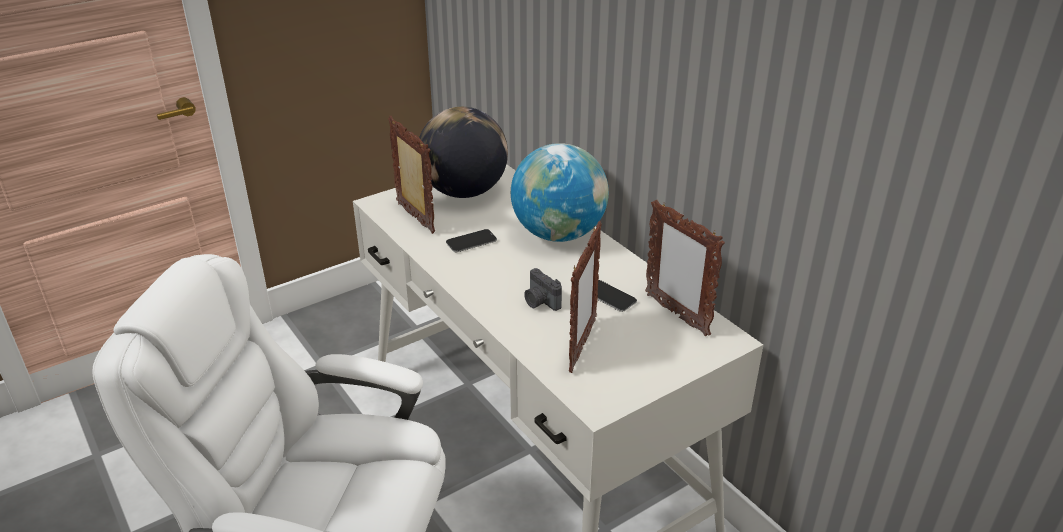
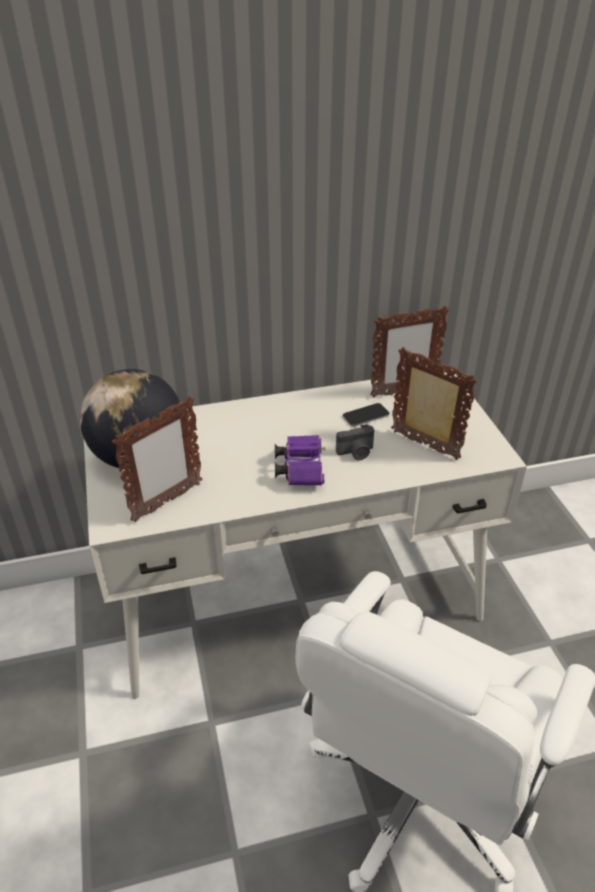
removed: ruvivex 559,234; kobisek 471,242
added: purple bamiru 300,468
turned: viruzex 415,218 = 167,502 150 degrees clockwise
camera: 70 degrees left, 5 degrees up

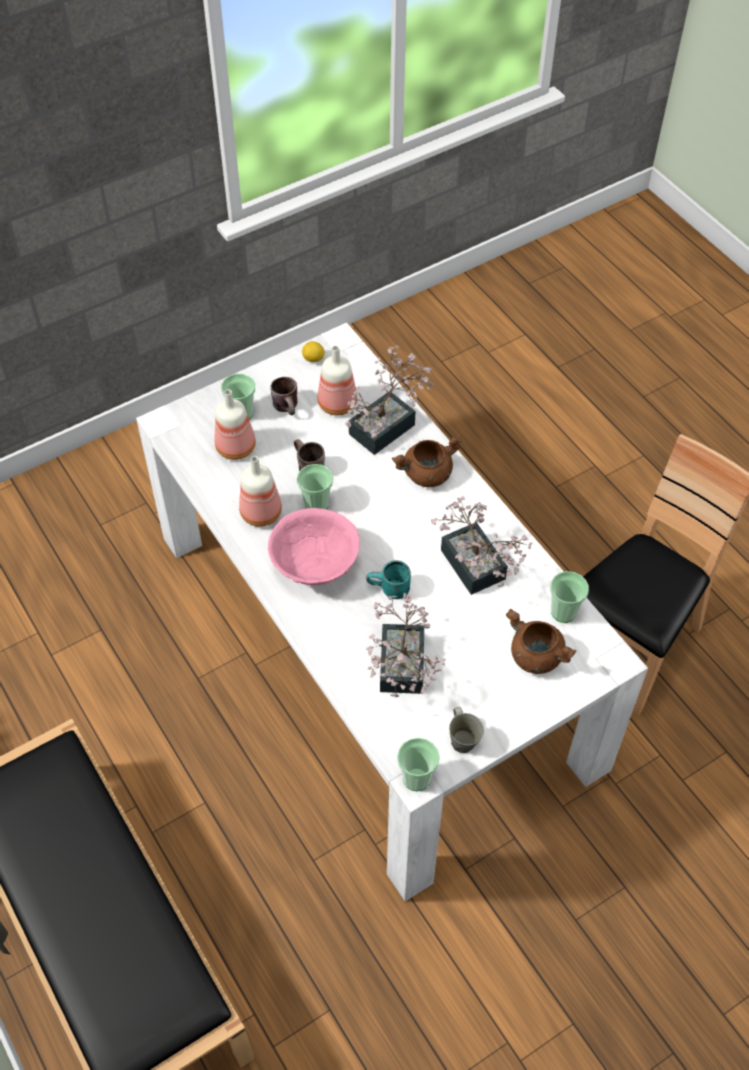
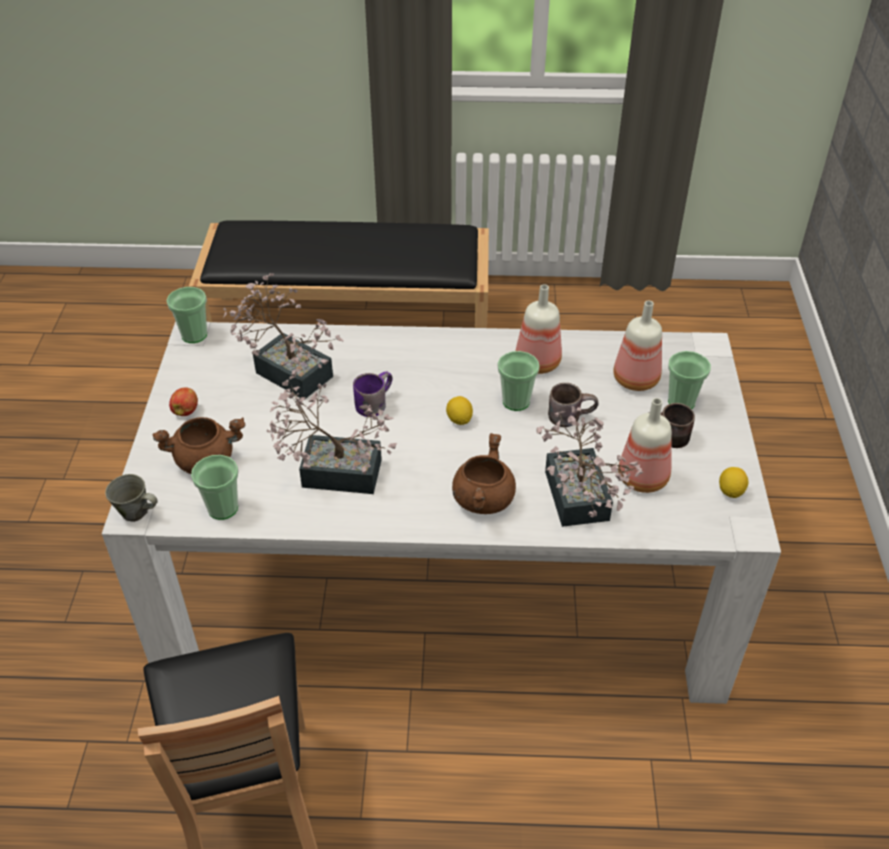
removed: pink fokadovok 315,567
added: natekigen 186,411; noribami 459,420
moved: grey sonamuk 463,740 to 136,512
recoloured: turquoise sonamuk 389,590 to purple sonamuk 372,402
camera: 125 degrees right, 10 degrees down

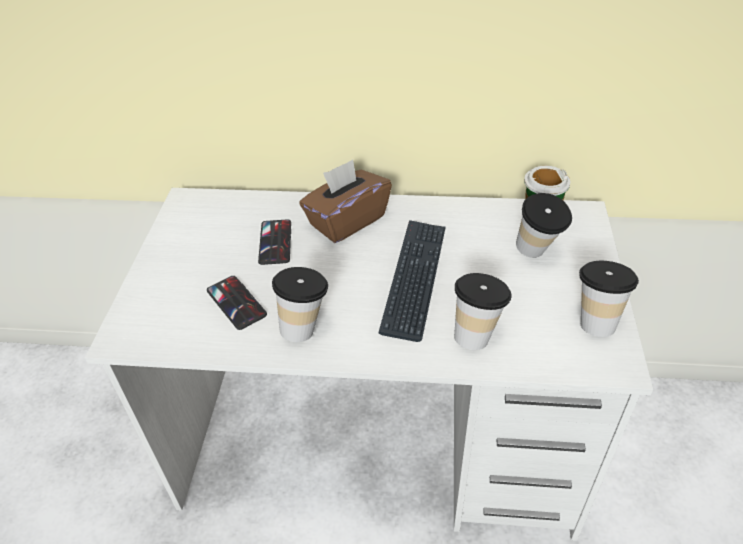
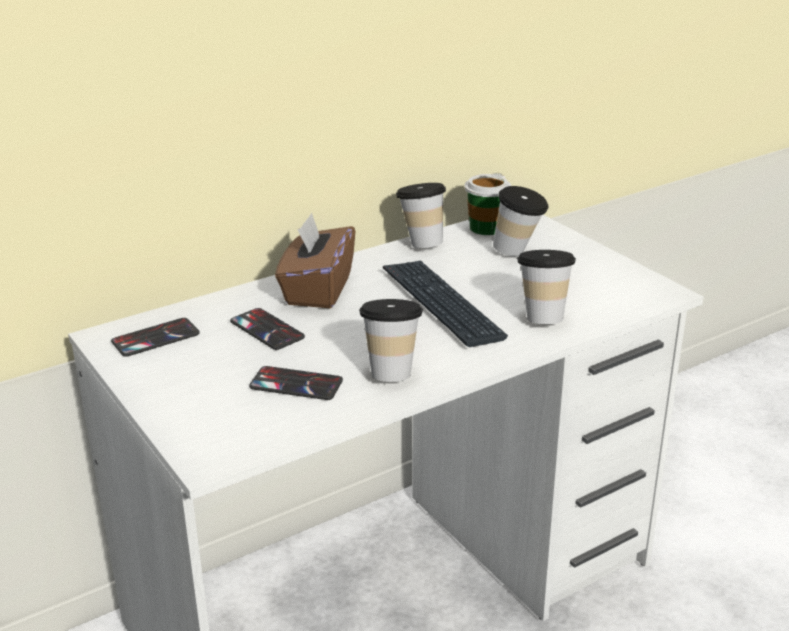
added: kobisek 155,338
moved: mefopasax 595,320 to 421,243
camera: 40 degrees left, 15 degrees down

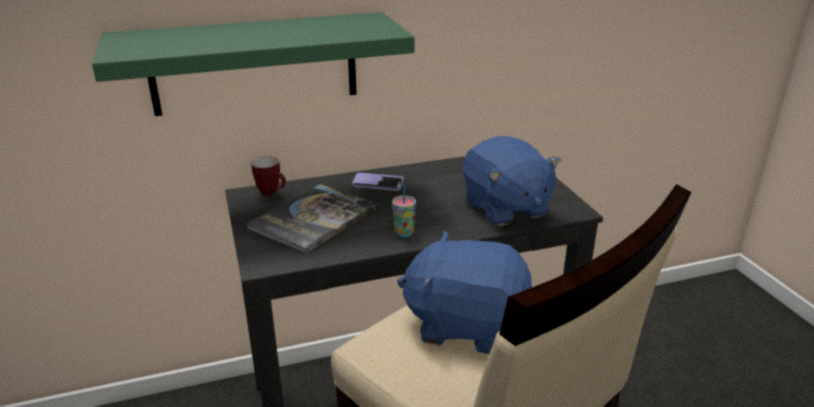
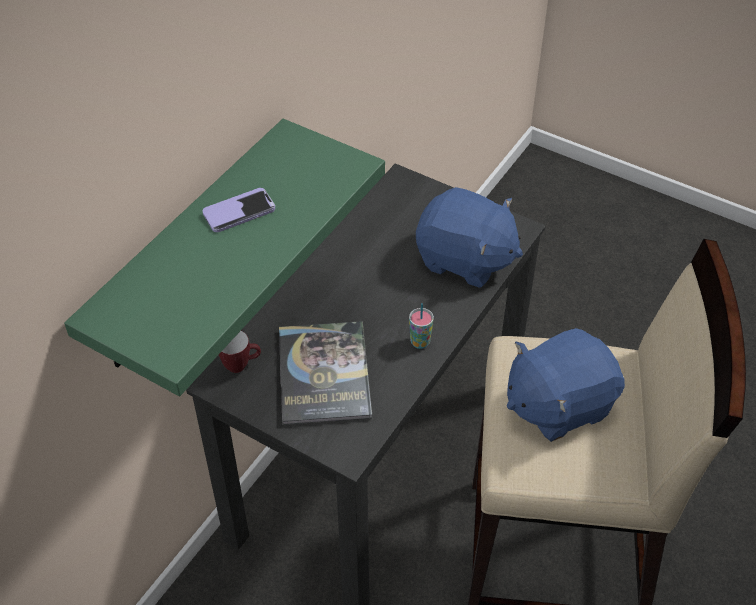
moved: kobisek 378,183 to 239,212
camera: 40 degrees left, 20 degrees up

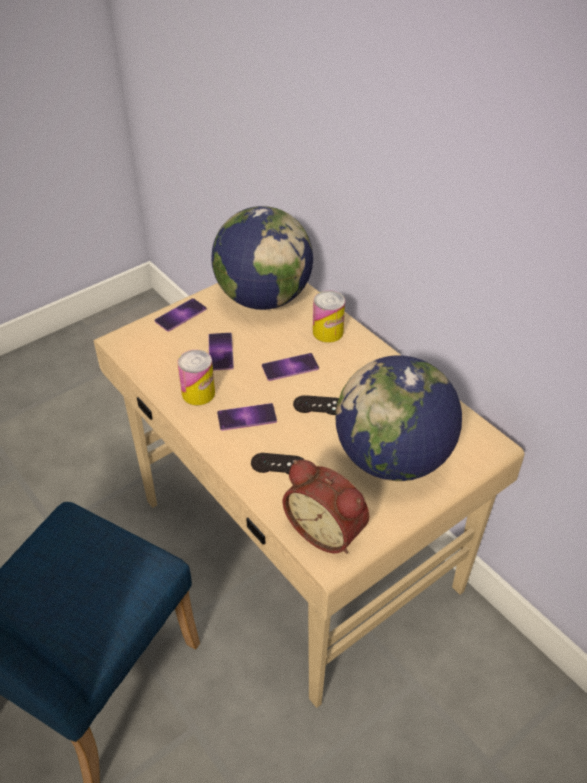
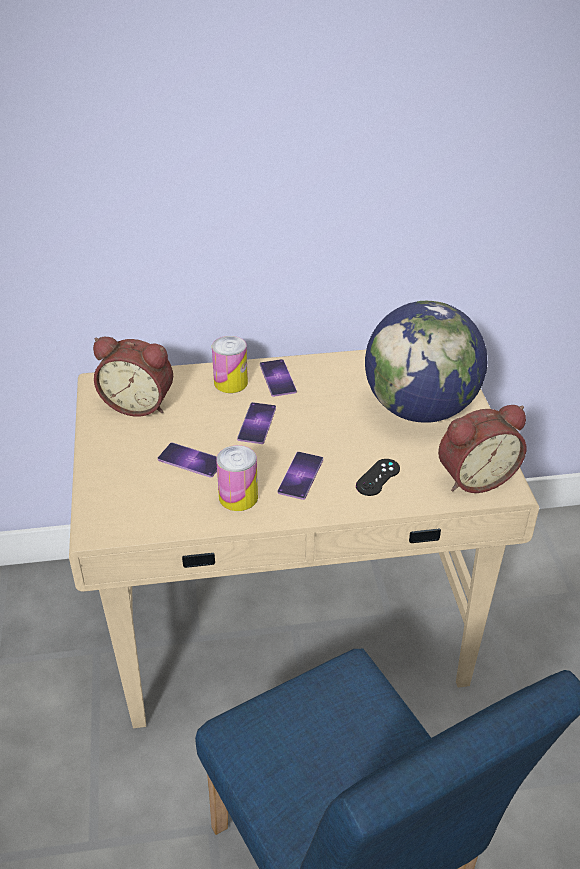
removed: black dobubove 319,405
moved: kobisek 180,315 to 277,378
replaced: ruvivex 263,298 to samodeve 139,403
camera: 60 degrees left, 5 degrees down

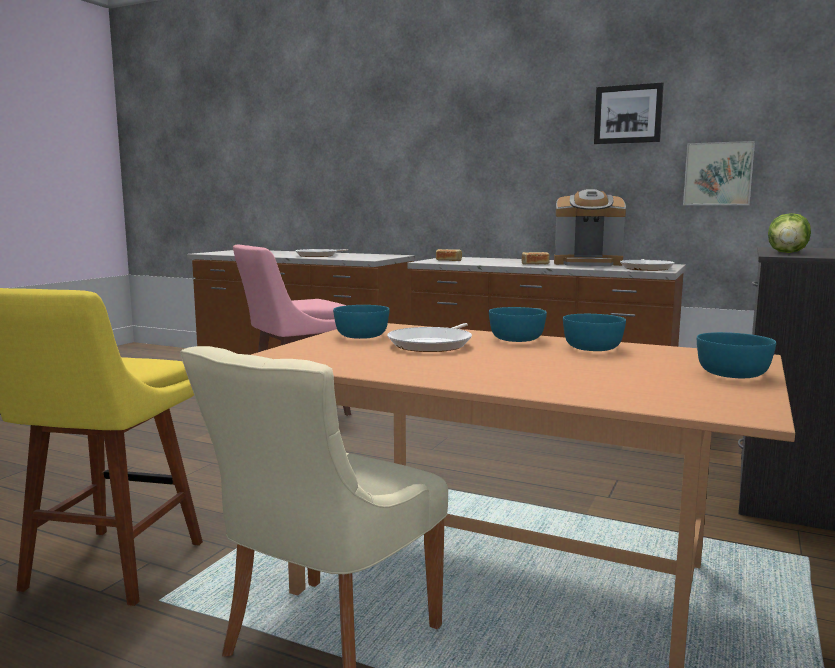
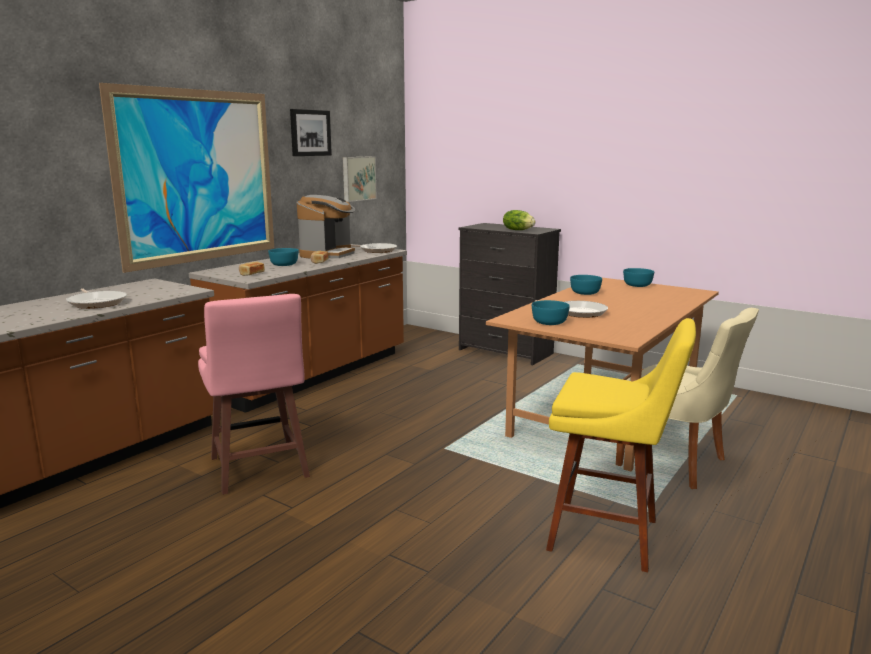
added: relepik 198,176
moved: turquoise fokadovok 516,339 to 283,264
camera: 80 degrees left, 5 degrees up

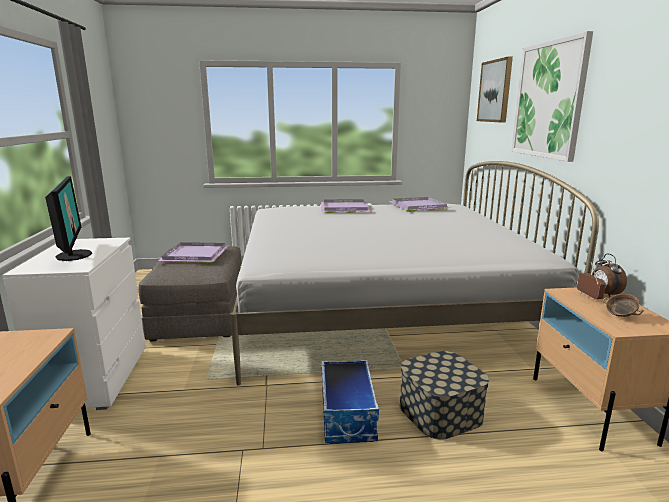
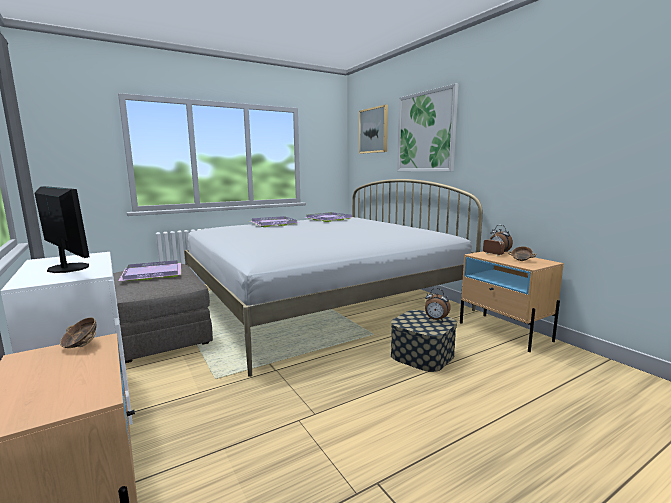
removed: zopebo 348,415
added: samodeve 436,319; fokadovok 80,346
camera: 25 degrees left, 5 degrees down

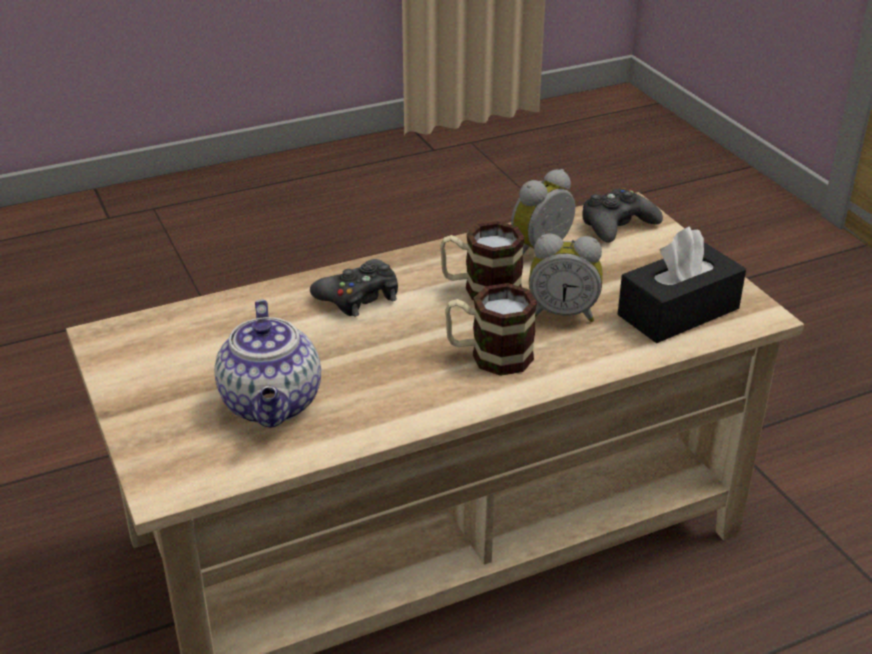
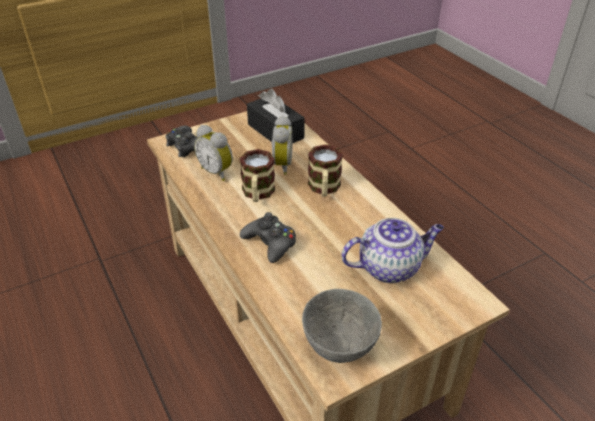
added: grey fokadovok 340,347
camera: 95 degrees left, 5 degrees up

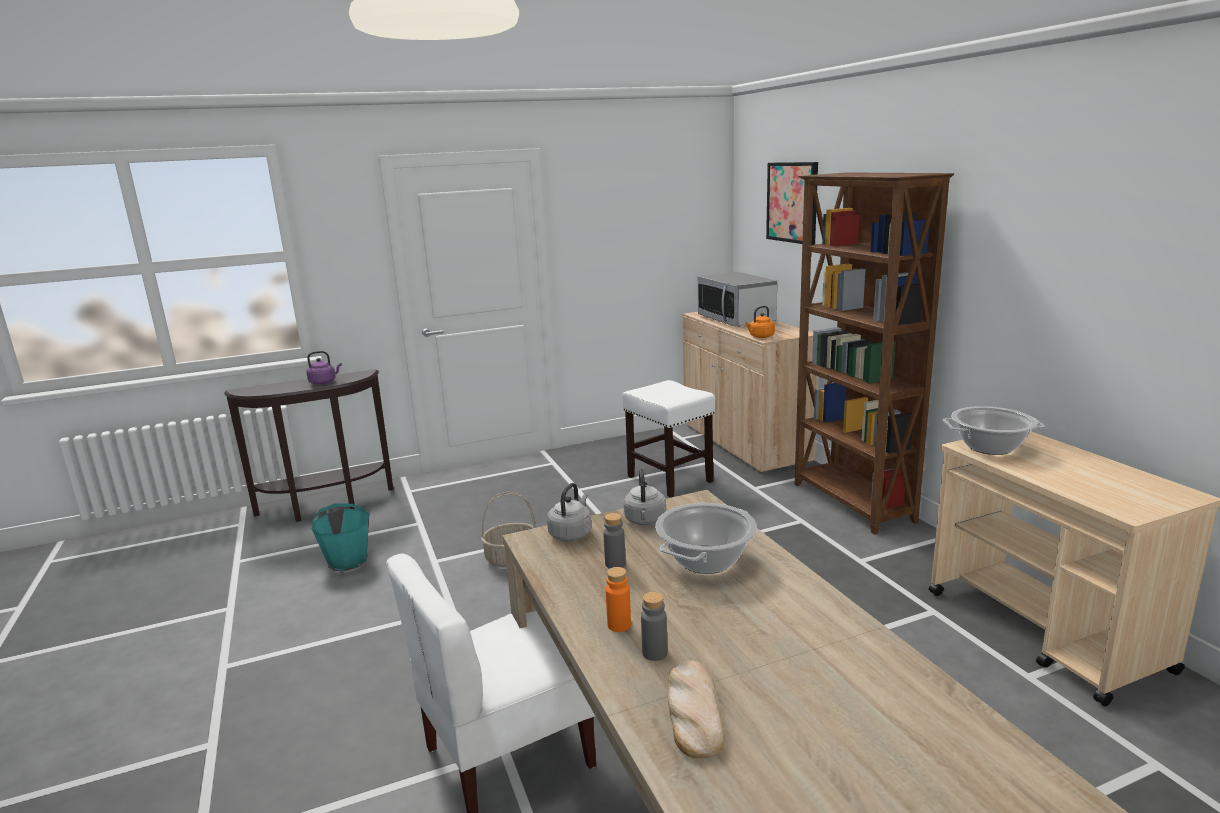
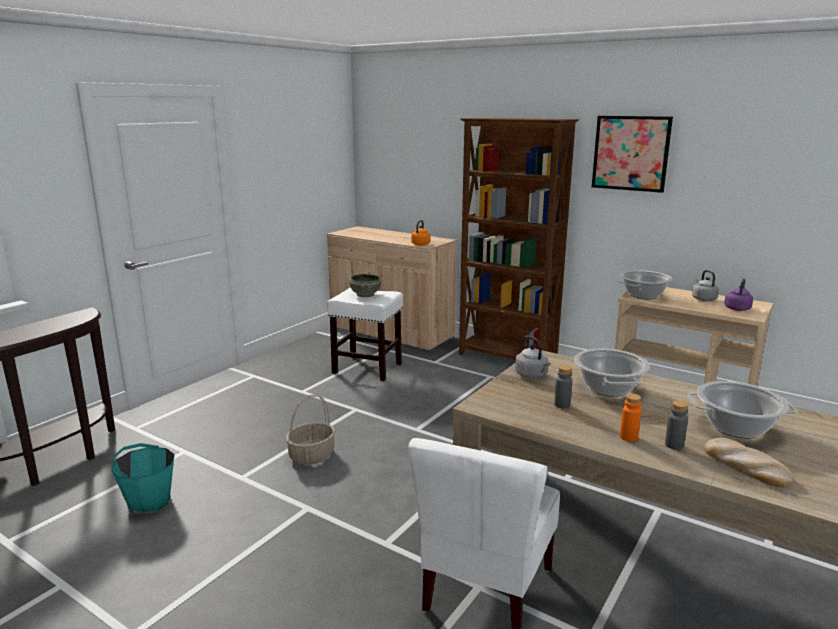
removed: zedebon 736,320
added: grey fokadovok 365,294; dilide 736,428
moved: relepik 793,202 to 631,153; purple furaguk 324,382 to 737,308; grey furaguk 571,533 to 703,299
camera: 35 degrees left, 0 degrees up

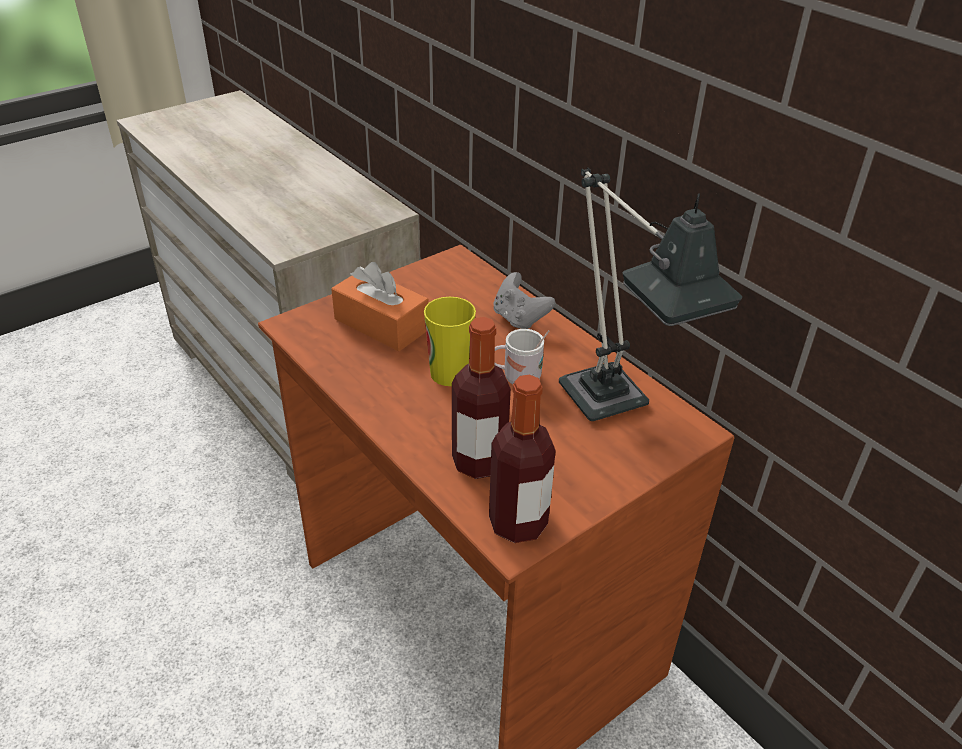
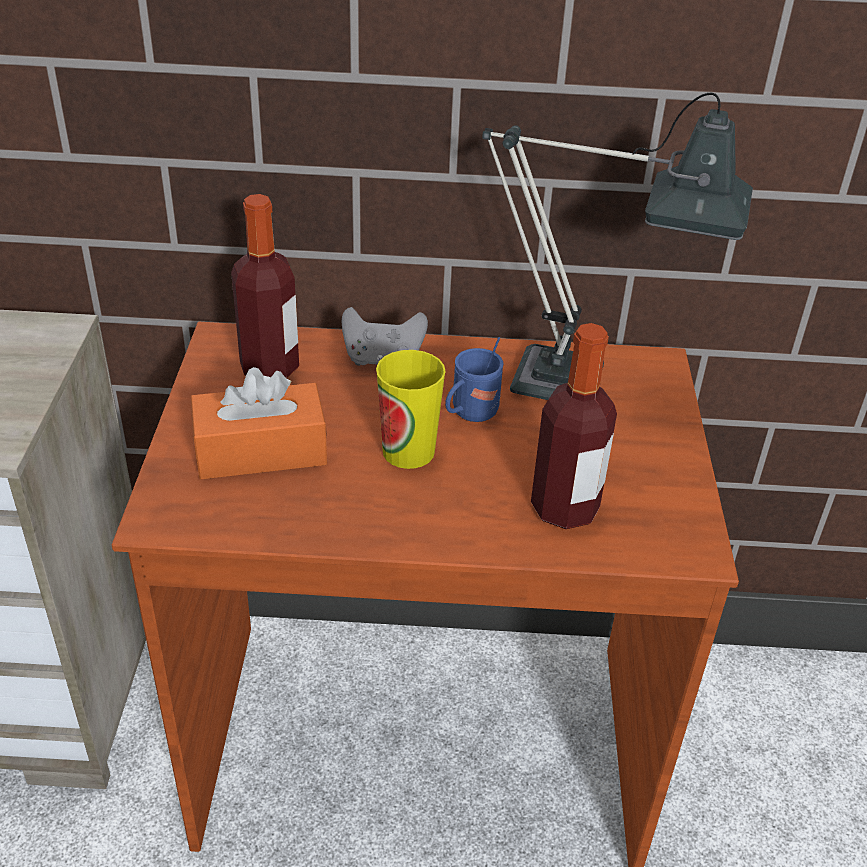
moved: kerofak 518,523 to 269,368
recoloured: white sonamuk 516,378 to blue sonamuk 470,415
camera: 50 degrees left, 0 degrees up

